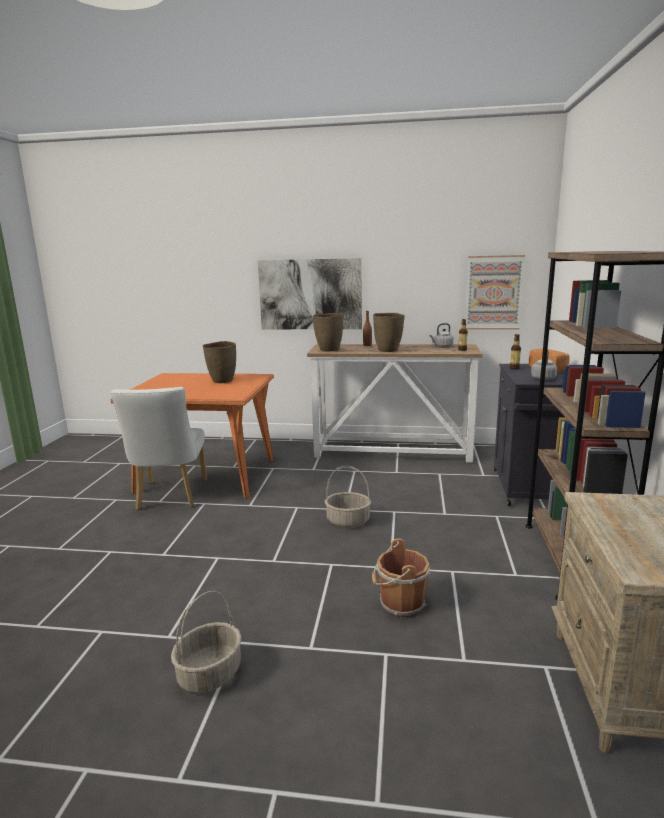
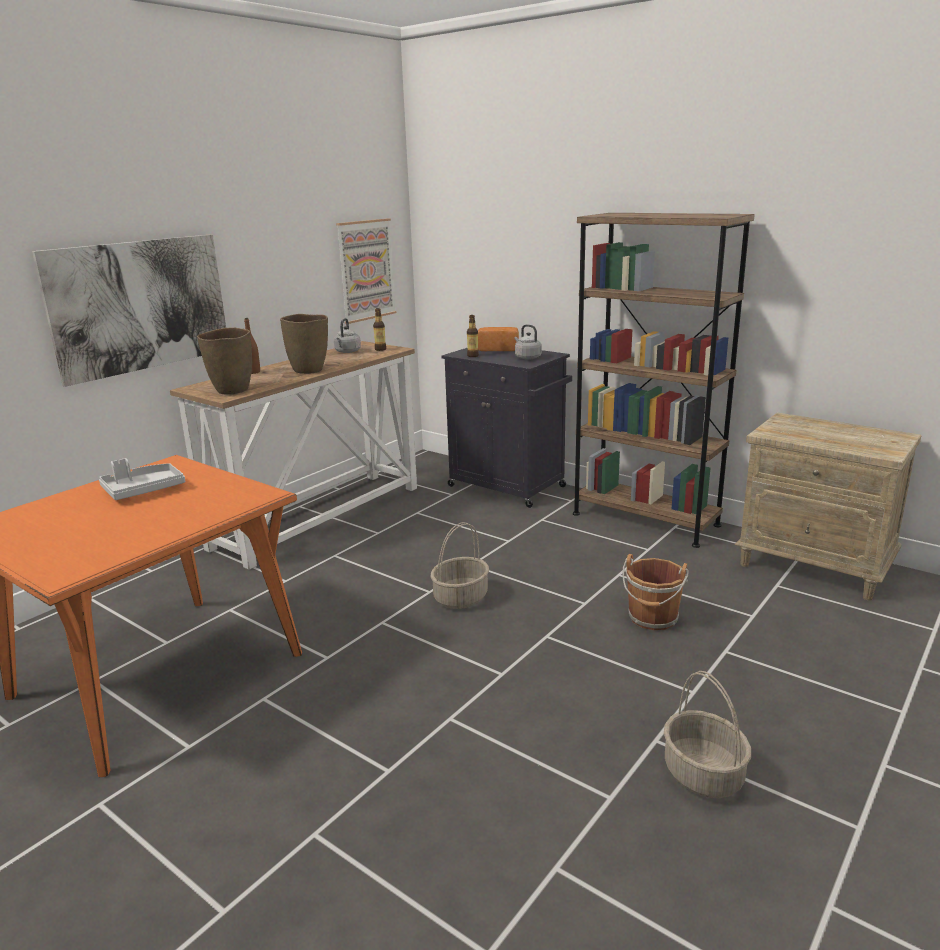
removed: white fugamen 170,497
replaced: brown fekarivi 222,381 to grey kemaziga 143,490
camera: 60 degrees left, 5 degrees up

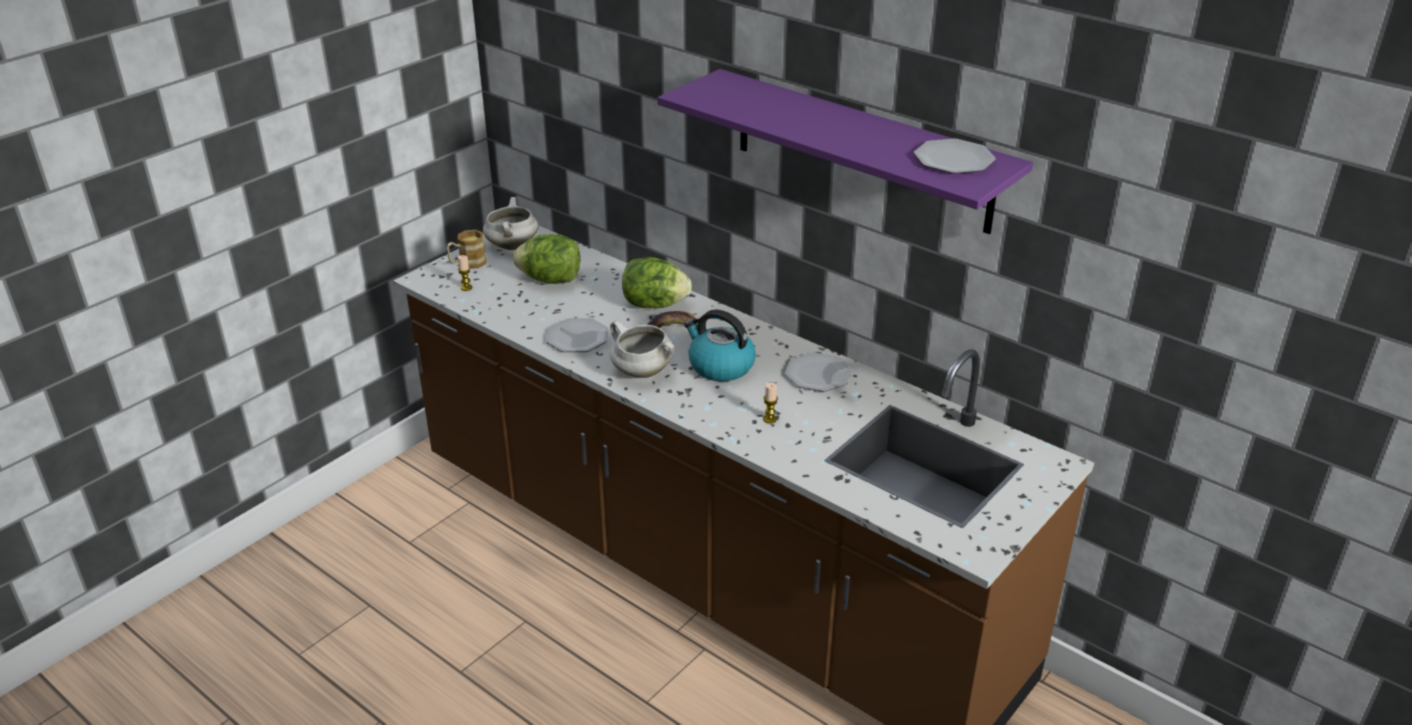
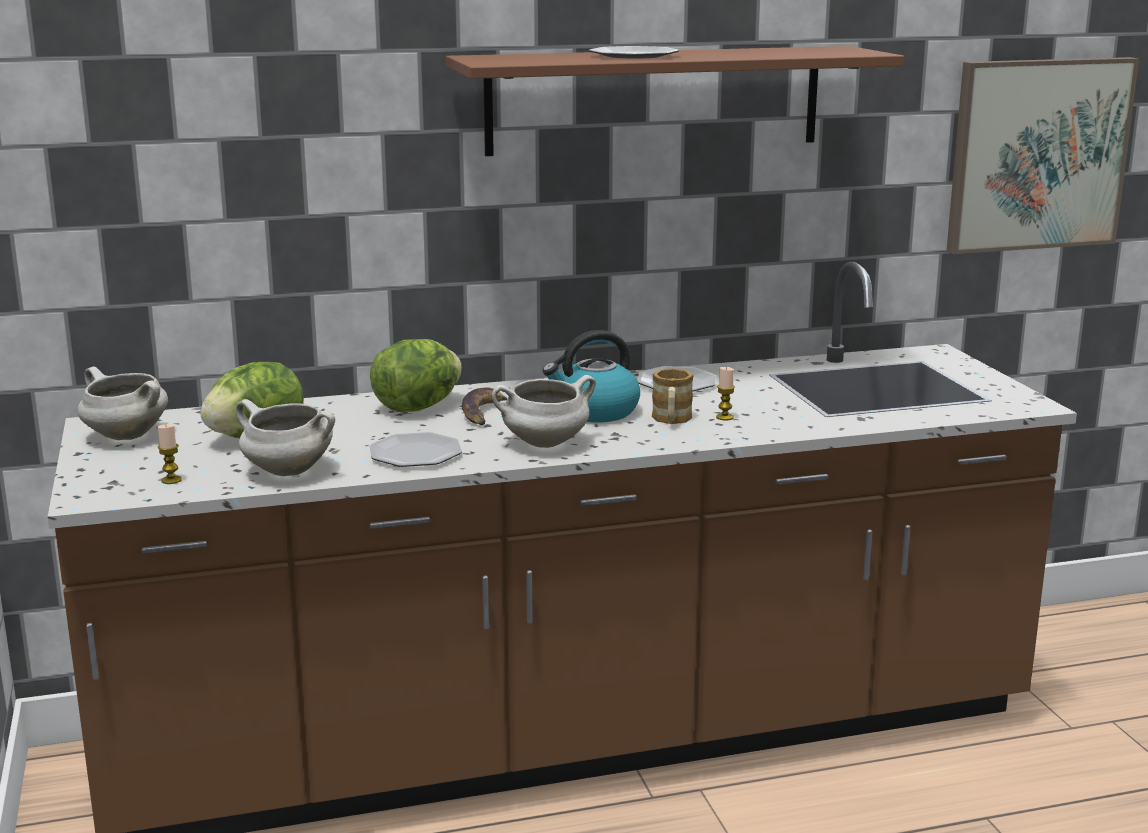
added: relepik 1037,154; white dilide 286,471
moved: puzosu 954,160 to 634,56; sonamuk 467,263 to 671,420
recoloured: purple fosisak 861,150 to brown fosisak 654,100
camera: 55 degrees left, 15 degrees down

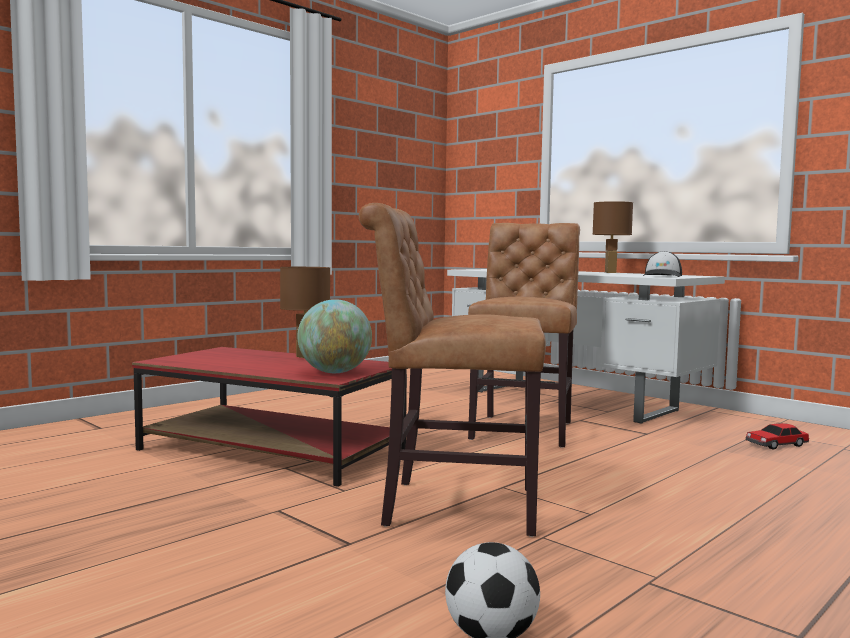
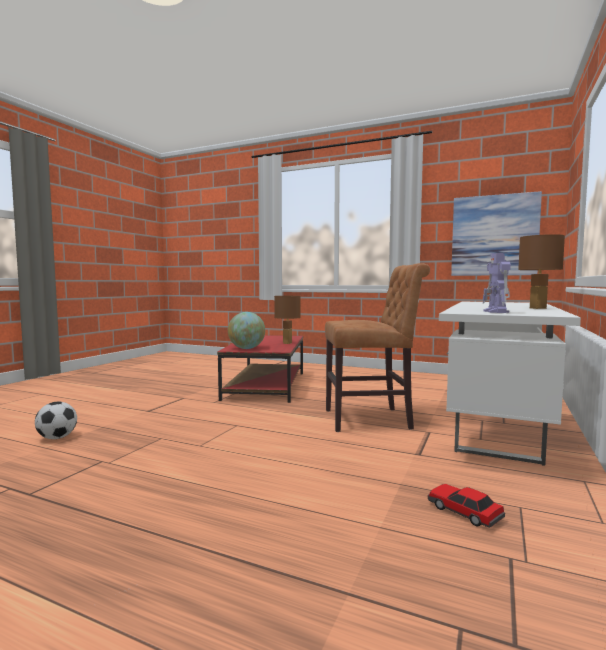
removed: brown fugamen 451,506
added: relepik 494,235
replaced: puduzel 662,276 to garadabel 496,312
camera: 70 degrees right, 0 degrees up

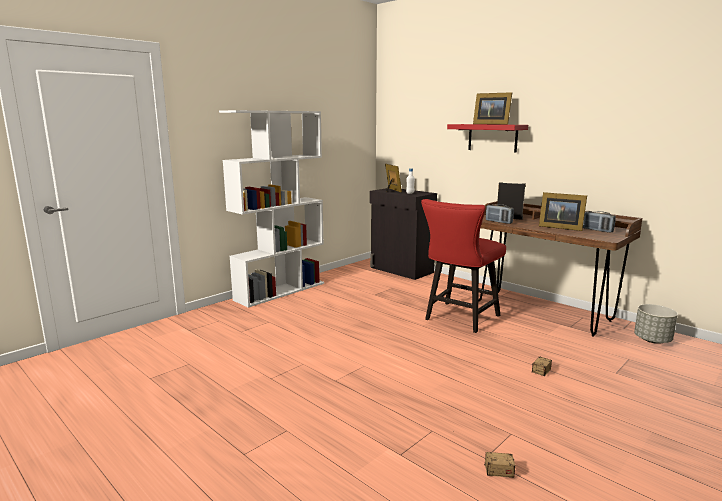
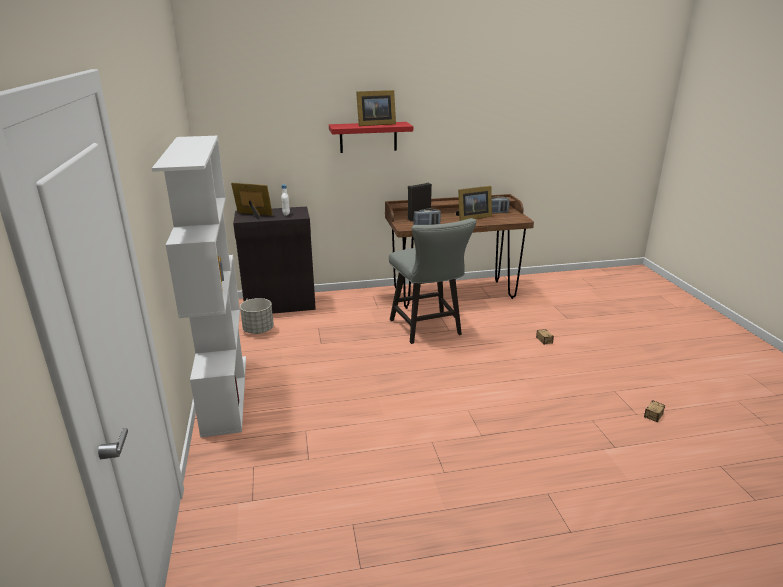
moved: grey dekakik 652,340 to 258,330
recoloured: red fugamen 459,319 to grey fugamen 428,329
camera: 55 degrees left, 10 degrees up

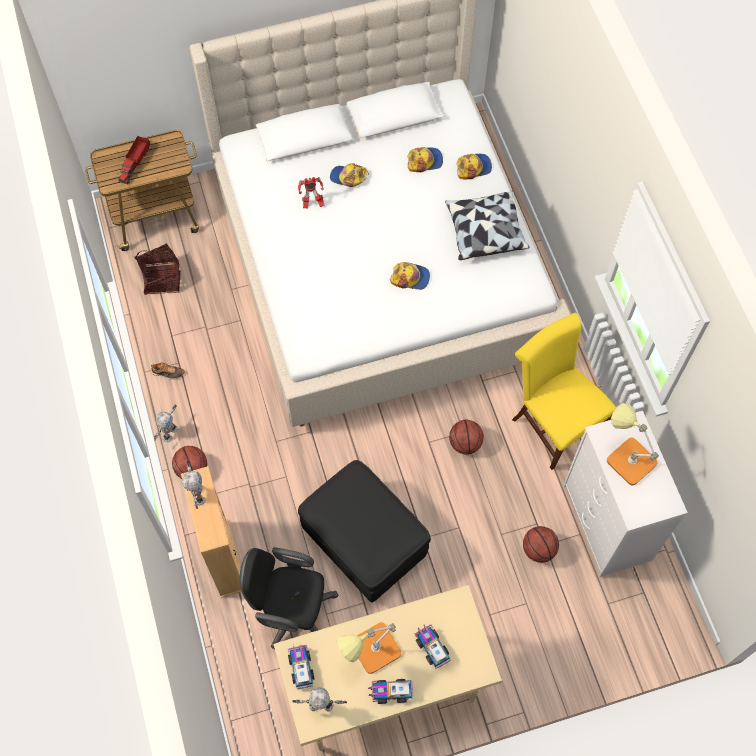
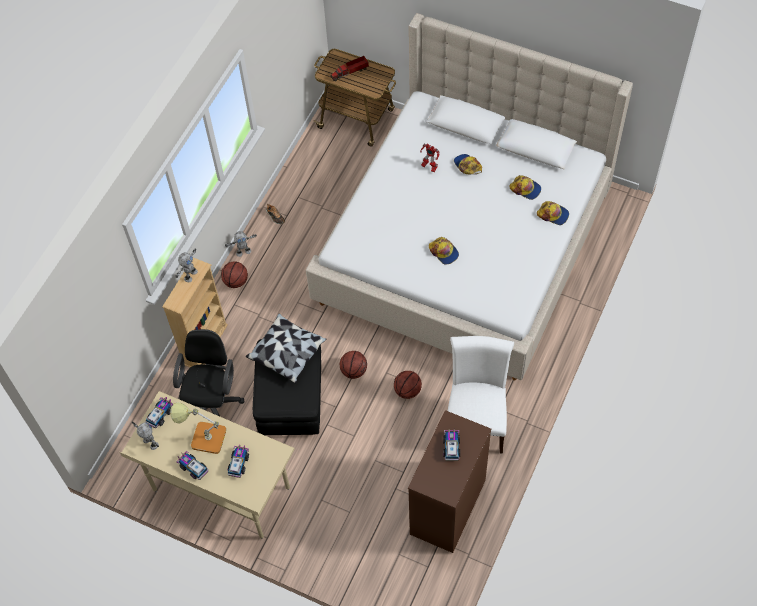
removed: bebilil 161,279
moved: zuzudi 484,231 to 287,352; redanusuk 538,549 to 354,370
replaced: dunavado 626,457 to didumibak 451,447
recoloured: yellow fugamen 553,422 to white fugamen 476,421; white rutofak 607,523 to brown rutofak 447,508
turned: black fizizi 291,611 = 213,403 45 degrees clockwise
camera: 45 degrees right, 5 degrees down

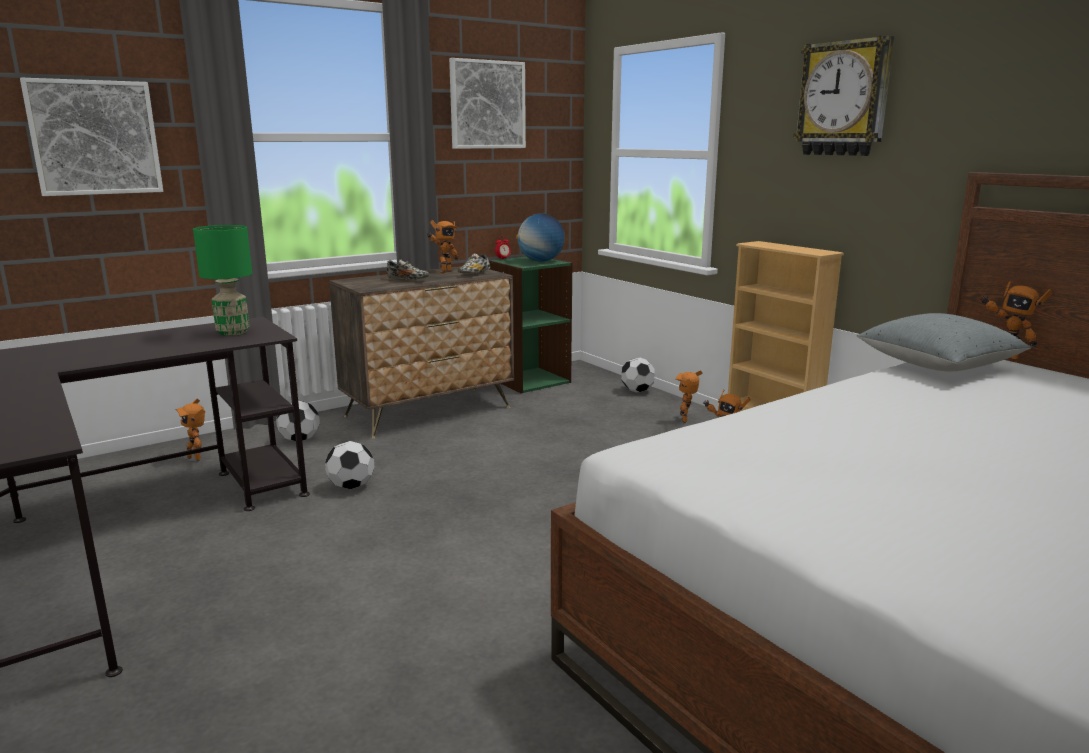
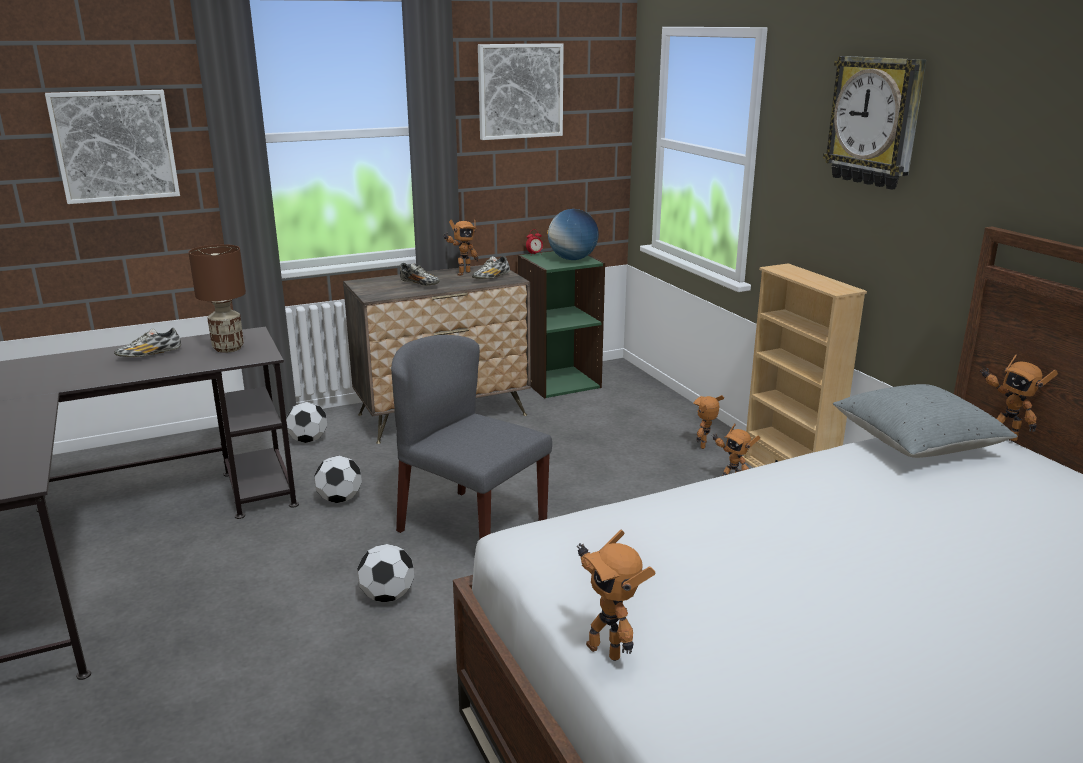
added: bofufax 150,355; grey fugamen 471,528
moved: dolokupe 637,391 to 387,596; garadabel 196,457 to 606,649
recoloured: green dunavado 233,333 to brown dunavado 228,348
camera: 10 degrees right, 5 degrees up

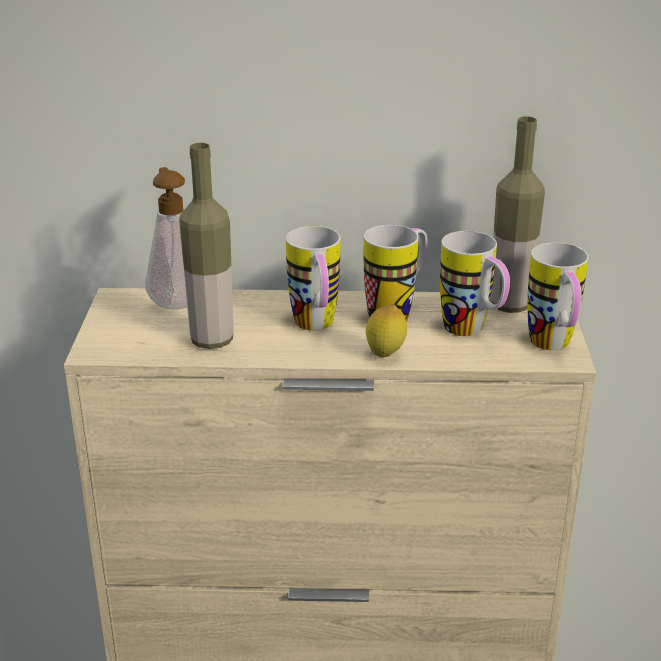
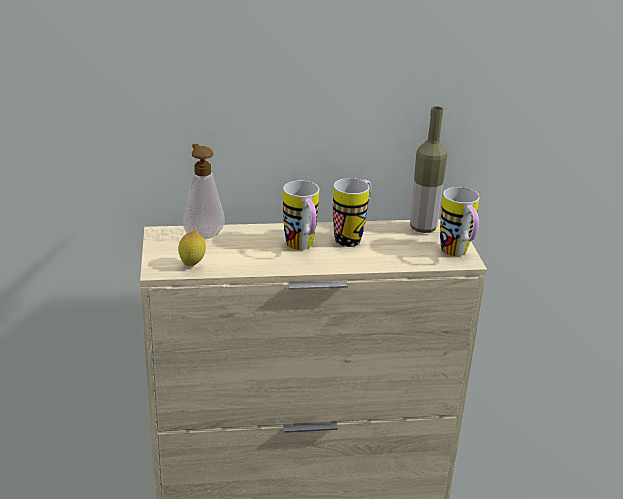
removed: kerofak 212,341; sonamuk 472,332
moved: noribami 385,355 to 192,265
camera: 10 degrees left, 0 degrees up

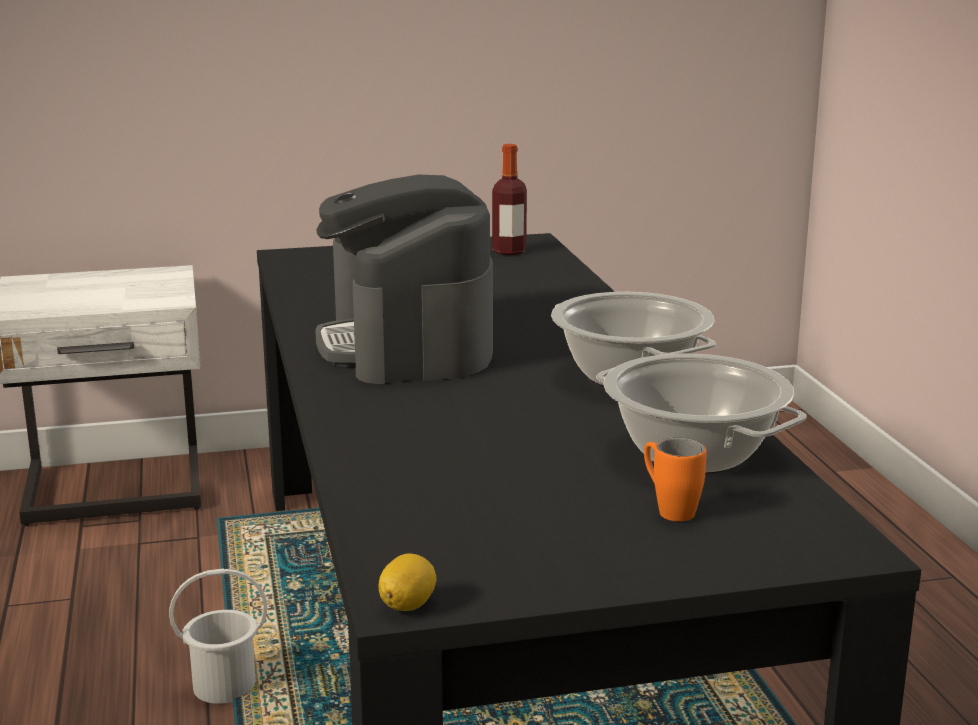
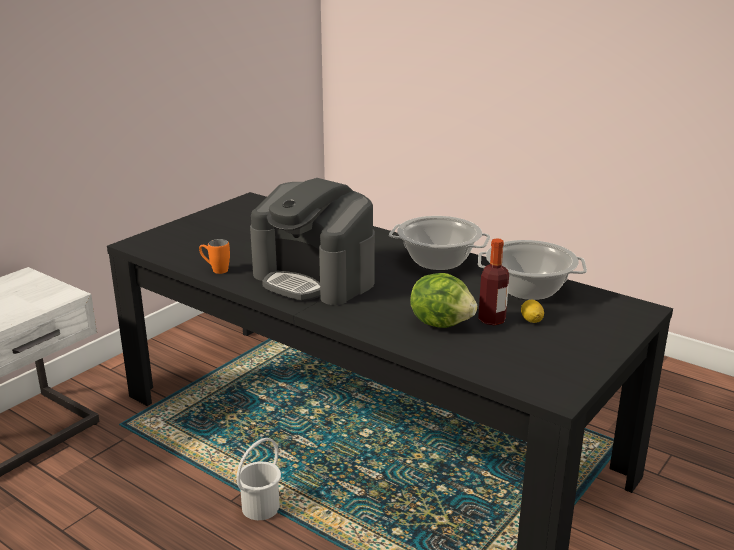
added: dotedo 441,323
moved: kerofak 509,251 to 492,320; orange sonamuk 668,509 to 215,270; noribami 407,605 to 531,320
camera: 40 degrees left, 5 degrees up

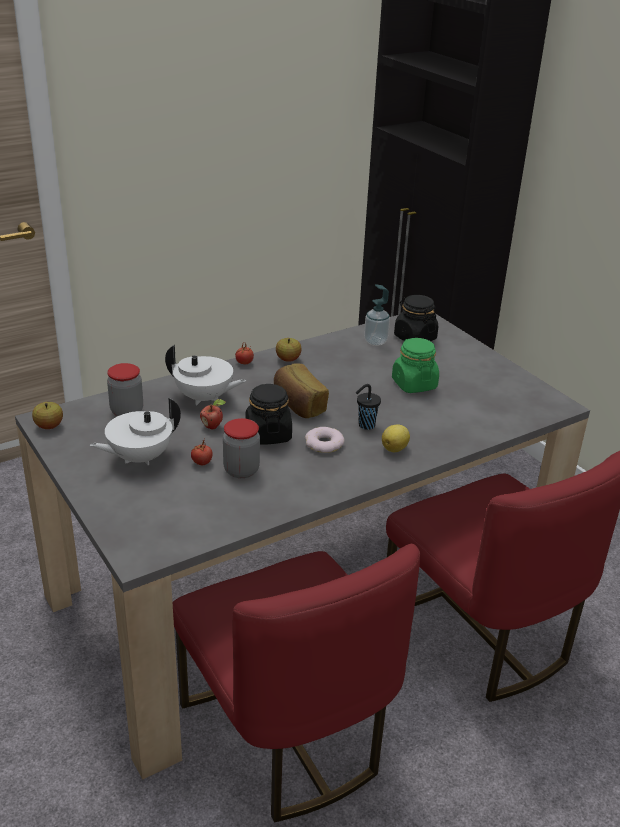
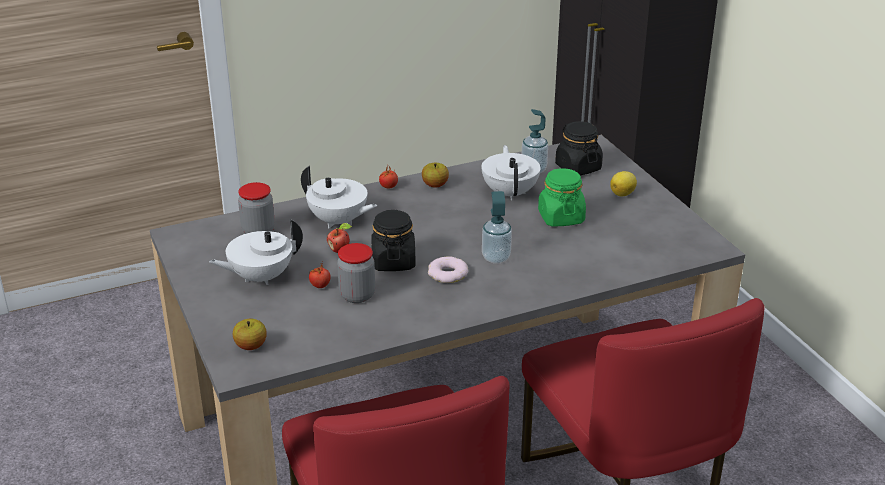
removed: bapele 298,405
added: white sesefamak 510,193
moved: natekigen 49,426 to 251,346; noribami 395,448 to 623,194
replaced: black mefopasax 365,425 to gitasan 496,258
camera: 10 degrees right, 0 degrees up

